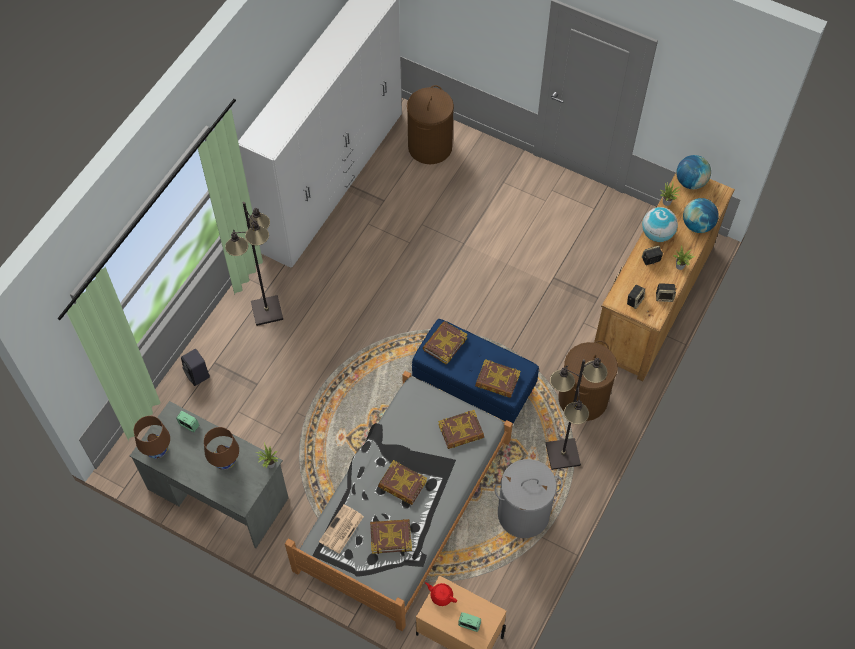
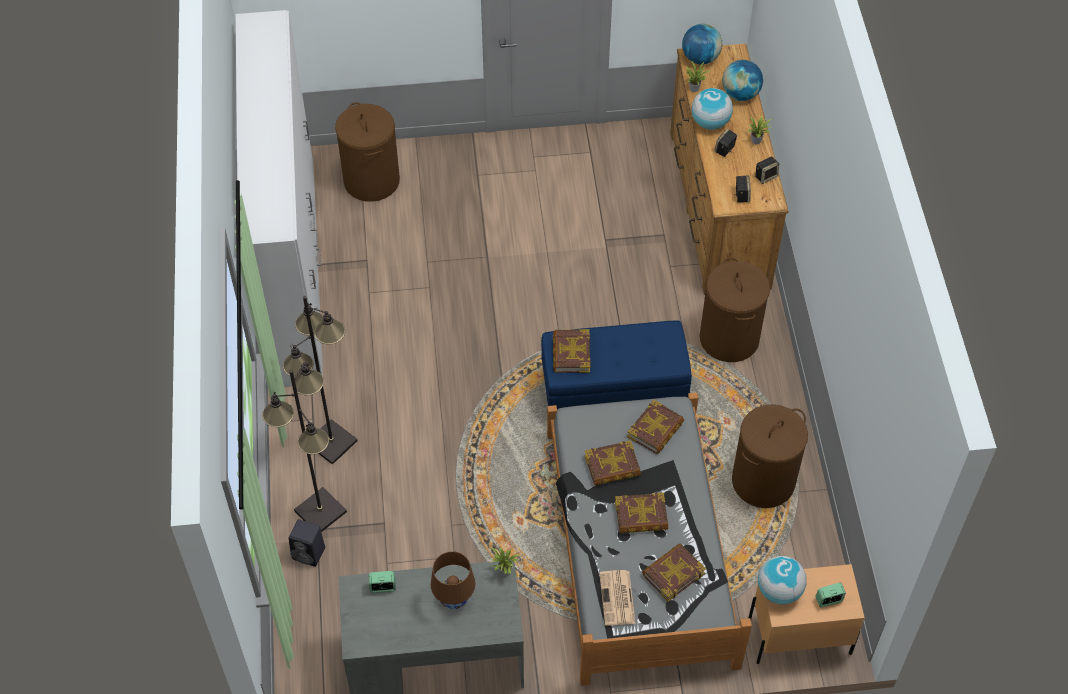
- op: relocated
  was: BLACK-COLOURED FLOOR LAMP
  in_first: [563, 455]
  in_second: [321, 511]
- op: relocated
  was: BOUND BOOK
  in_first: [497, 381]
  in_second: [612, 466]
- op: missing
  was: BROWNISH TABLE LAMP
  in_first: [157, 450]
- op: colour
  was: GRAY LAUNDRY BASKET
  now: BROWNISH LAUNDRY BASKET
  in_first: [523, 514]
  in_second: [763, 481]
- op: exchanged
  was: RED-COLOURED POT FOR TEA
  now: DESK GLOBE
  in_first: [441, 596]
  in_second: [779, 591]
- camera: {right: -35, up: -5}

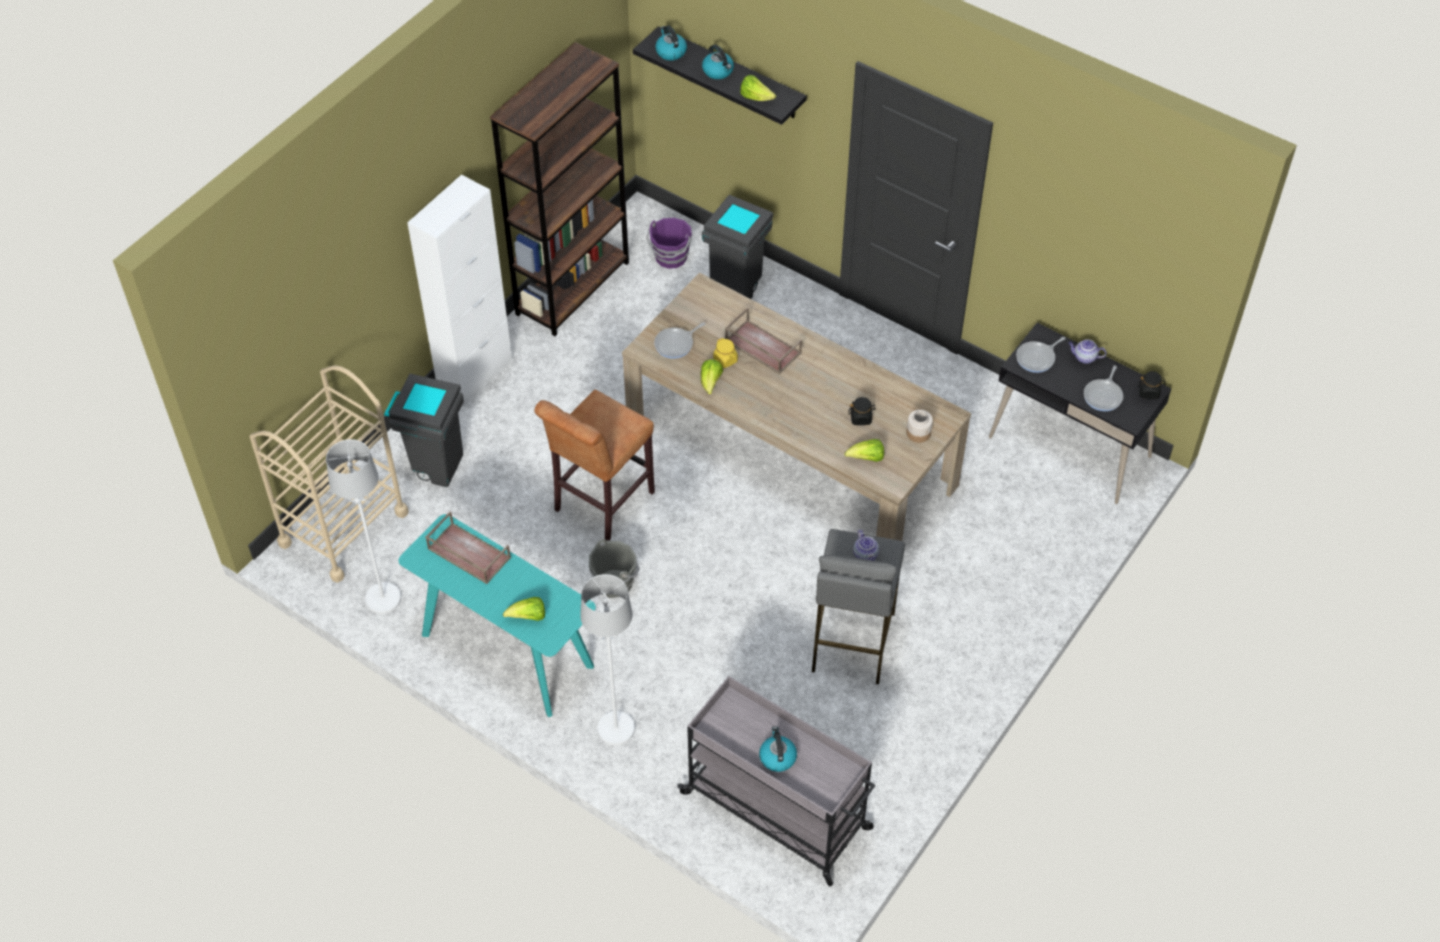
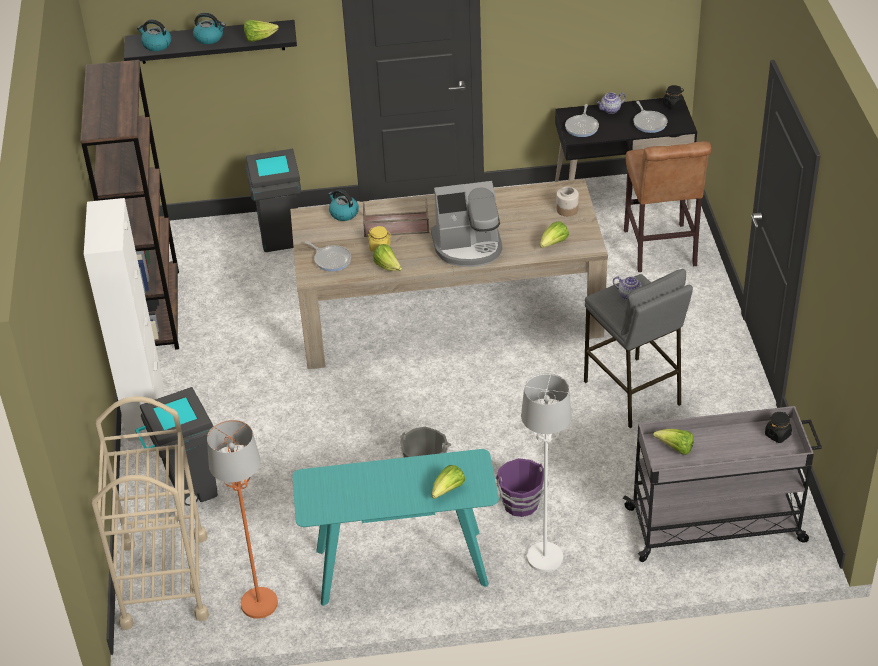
- op: relocated
  was: PURPLISH PAIL
  in_first: [671, 258]
  in_second: [521, 504]
- op: spun
  was: SKILLET
  in_first: [676, 344]
  in_second: [331, 259]
  clockwise: -60
- op: relocated
  was: BROWNISH SITTING STOOL
  in_first: [600, 504]
  in_second: [661, 251]
- op: relocated
  was: BLACK-COLOURED JAR
  in_first: [861, 418]
  in_second: [777, 435]
- op: colour
  was: WHITE FLOOR LAMP
  now: ORANGE FLOOR LAMP
  in_first: [383, 599]
  in_second: [259, 603]
- op: missing
  was: BROWNISH CARRYING TRAY
  in_first: [468, 553]
- op: relocated
  was: TEA KETTLE
  in_first: [777, 757]
  in_second: [343, 213]
- op: appeared
  now: COFFEE BREWER
  in_second: [468, 246]
- op: appeared
  now: HEAD OF LETTUCE
  in_second: [675, 448]
- camera: {right: -40, up: -10}

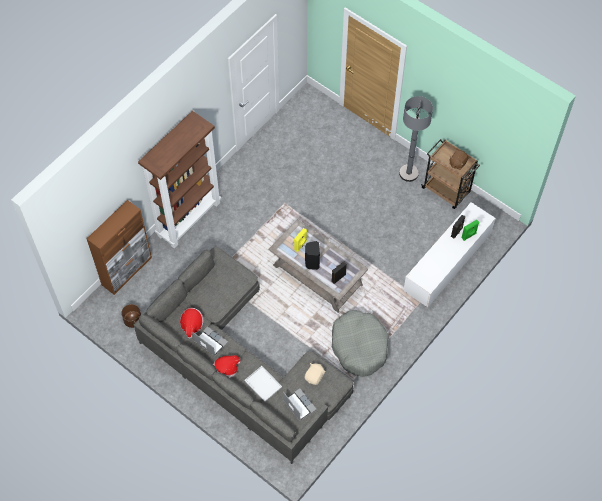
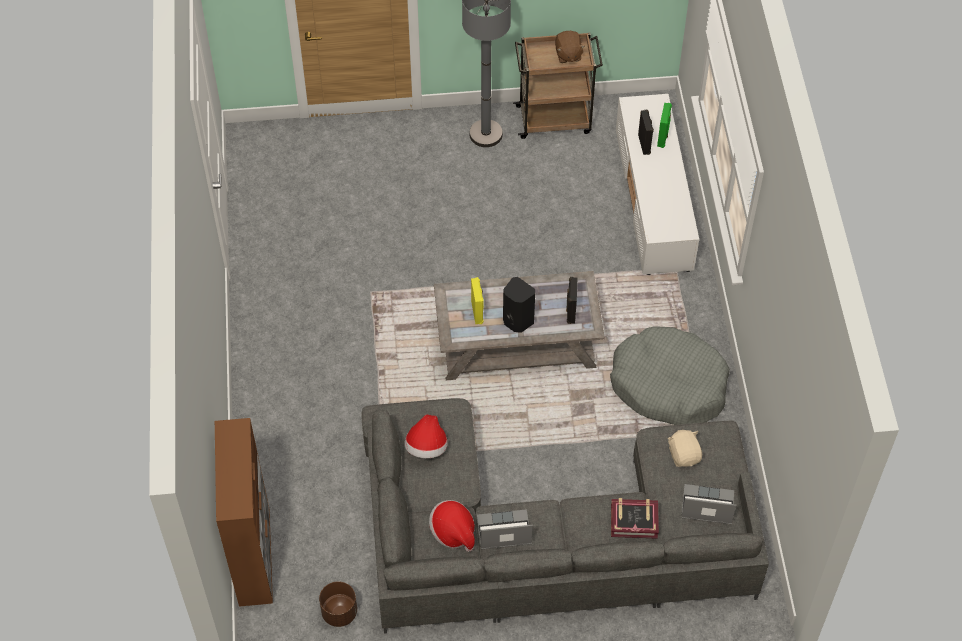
- op: missing
  was: BROWNISH SHELVING UNIT
  in_first: [189, 218]
- op: relocated
  was: WEARABLE HAT
  in_first: [226, 369]
  in_second: [426, 447]
- op: exchanged
  was: WHITE CARRYING TRAY
  now: BOUND BOOK
  in_first: [264, 384]
  in_second: [634, 521]
- camera: {right: -45, up: -5}

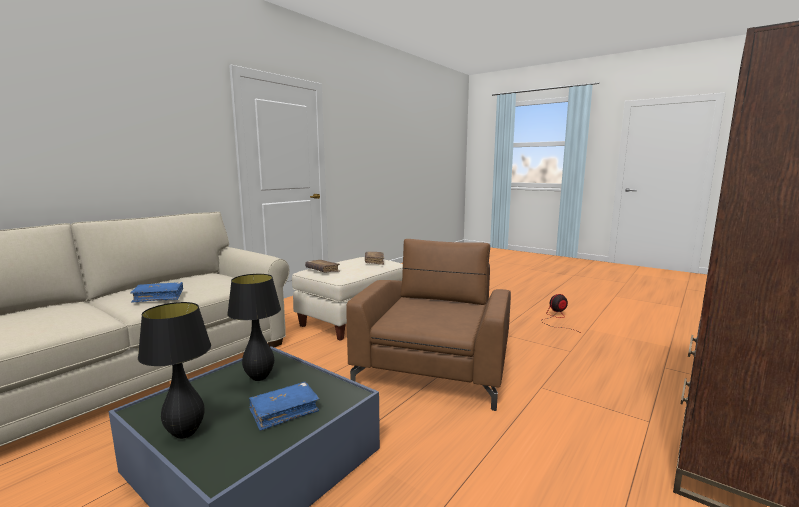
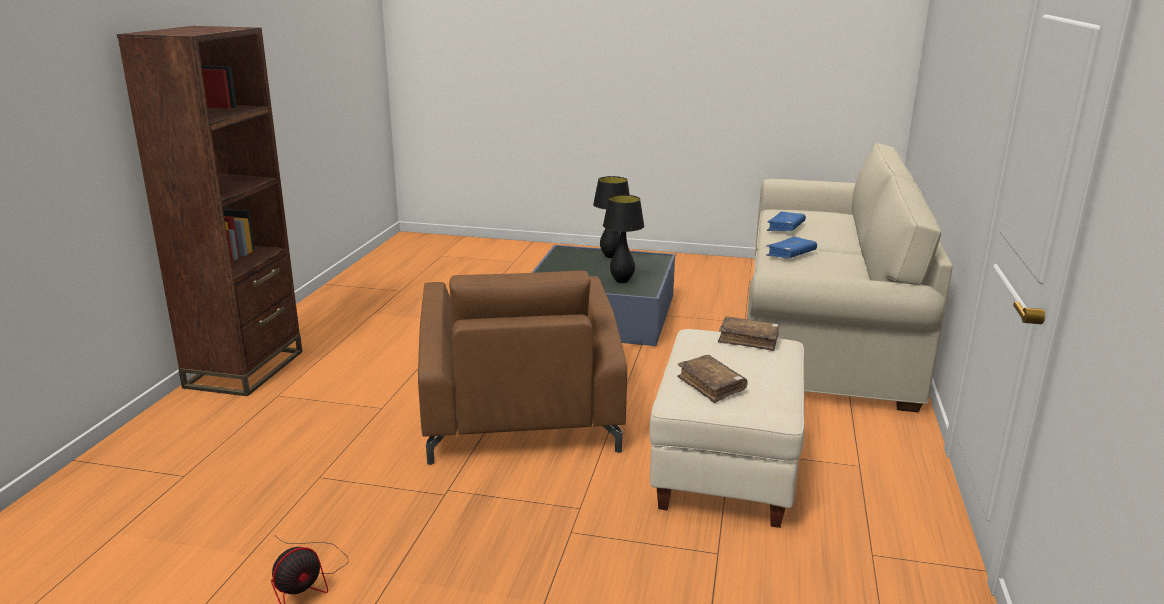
- op: relocated
  was: BLUE-COLOURED BOUND BOOK
  in_first: [284, 411]
  in_second: [785, 228]
- camera: {right: 155, up: 10}

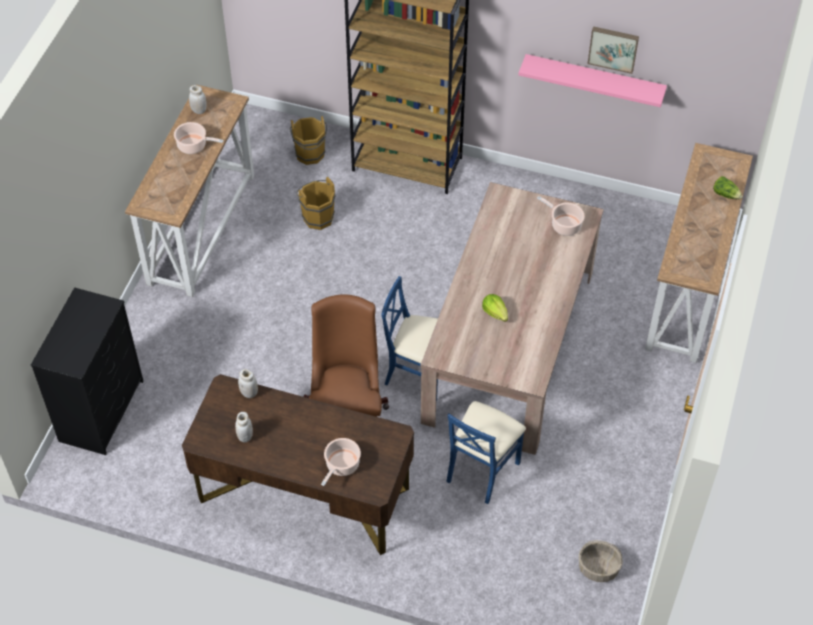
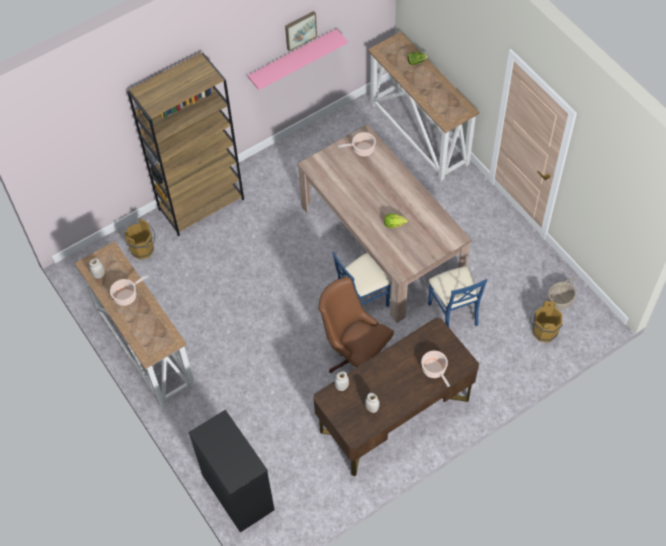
- op: relocated
  was: BROWNISH PAIL
  in_first: [317, 216]
  in_second: [542, 331]
- camera: {right: -50, up: 5}

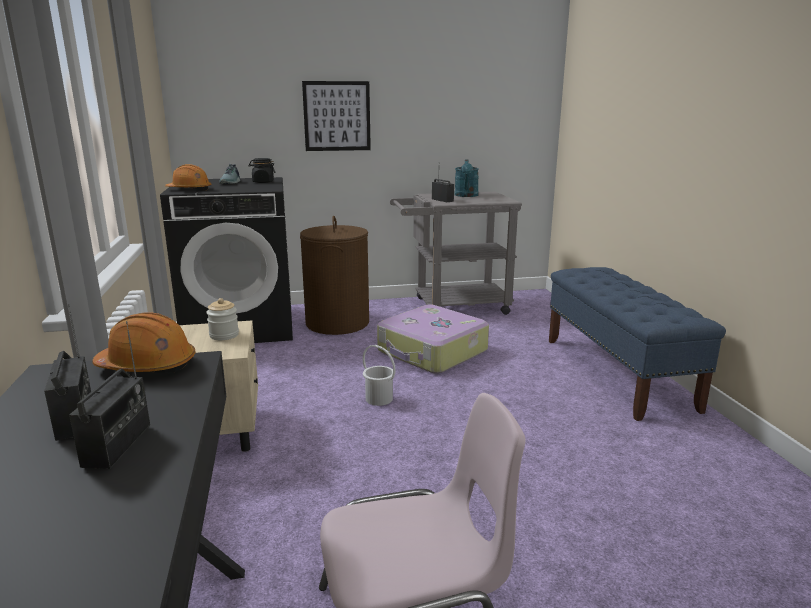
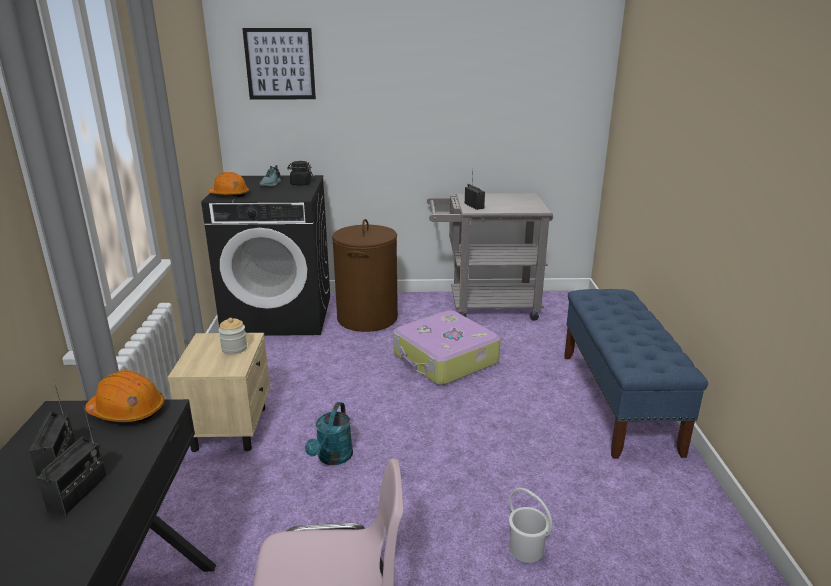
- op: relocated
  was: WALL ART
  in_first: [337, 116]
  in_second: [280, 64]
- op: relocated
  was: TURQUOISE SPRINKLING CAN
  in_first: [466, 196]
  in_second: [332, 458]
- op: relocated
  was: WHITE PAIL
  in_first: [379, 399]
  in_second: [526, 549]
- camera: {right: 10, up: 5}

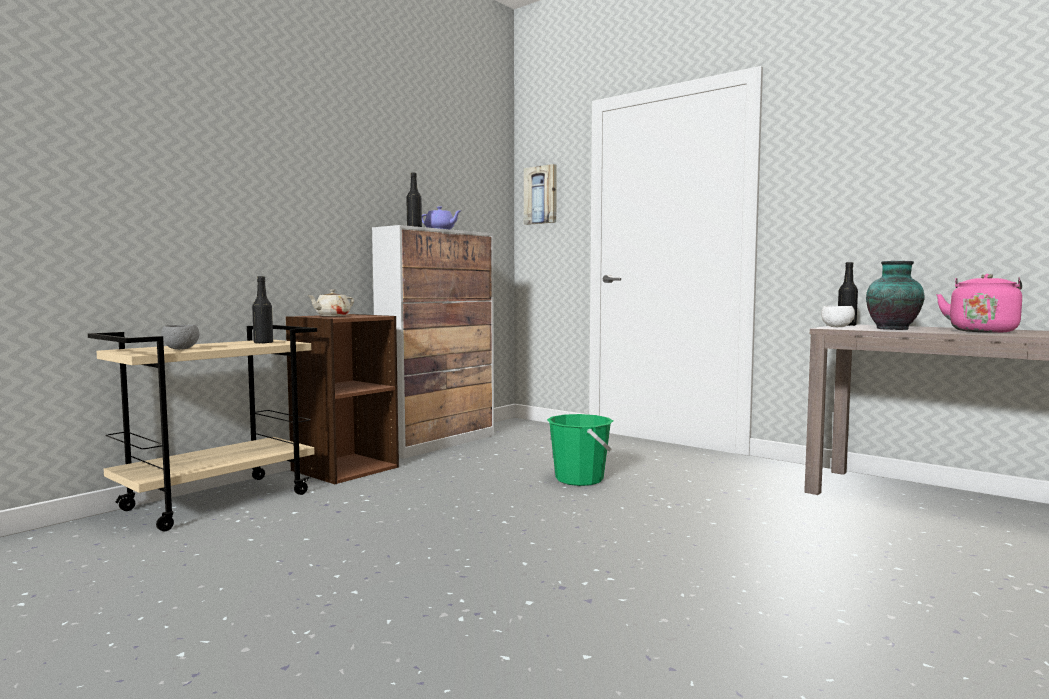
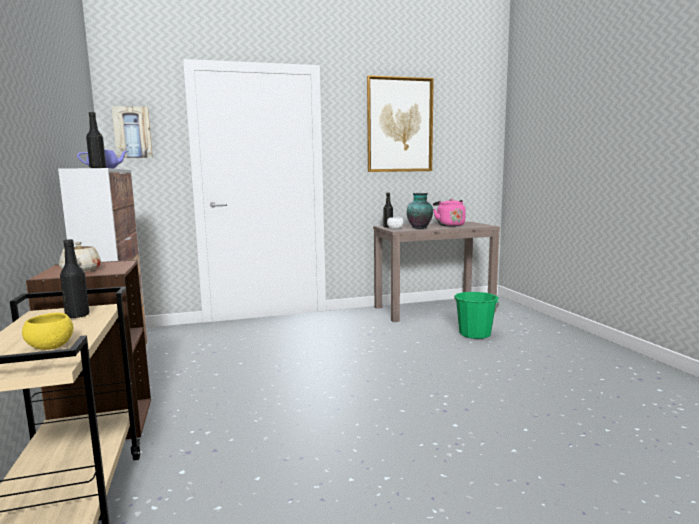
- op: colour
  was: GRAY SERVING BOWL
  now: YELLOWISH SERVING BOWL
  in_first: [180, 349]
  in_second: [50, 347]
- op: relocated
  was: GREENISH PAIL
  in_first: [579, 479]
  in_second: [475, 334]
- op: appeared
  now: WALL ART
  in_second: [399, 125]
- camera: {right: -55, up: 5}

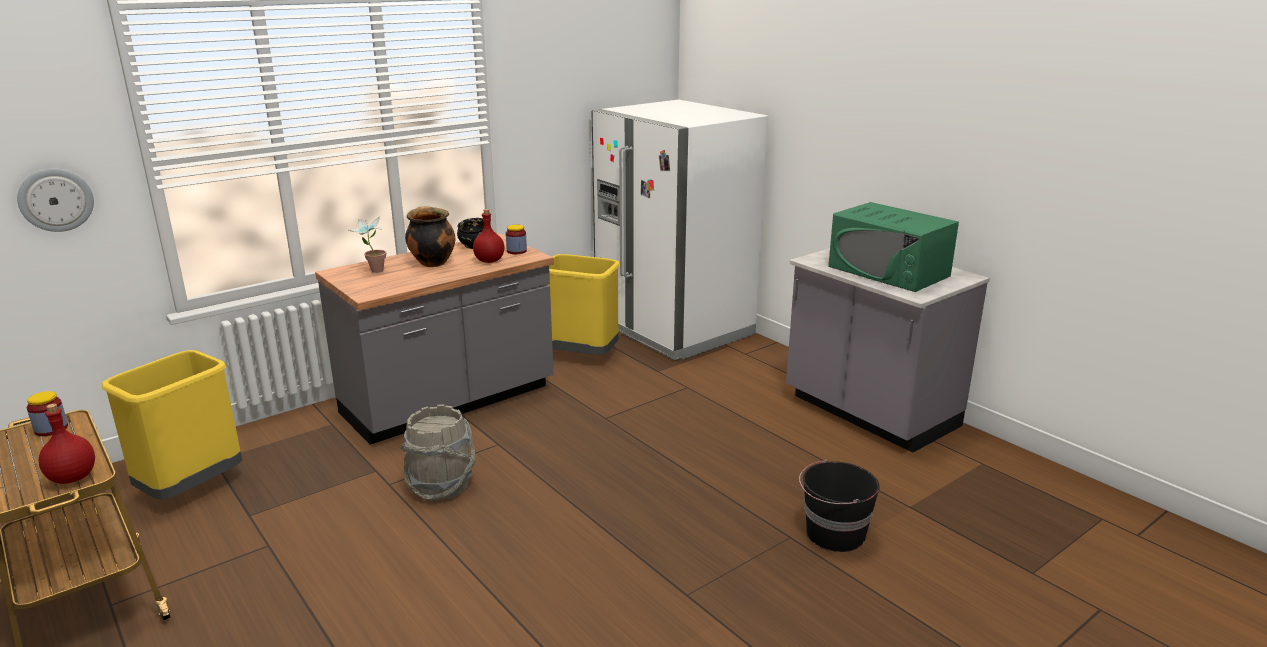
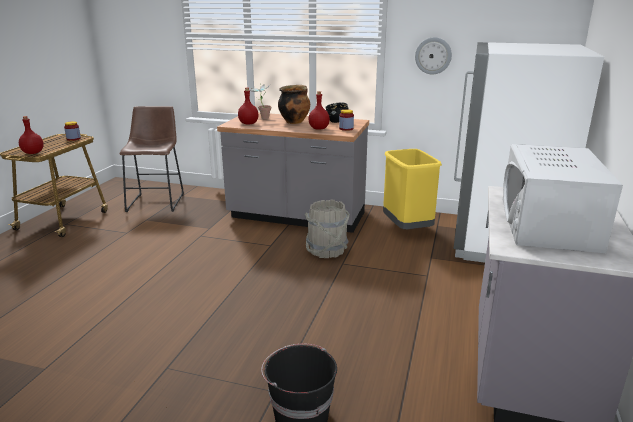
- op: relocated
  was: WALL CLOCK
  in_first: [56, 200]
  in_second: [433, 56]
- op: colour
  was: GREENISH KITCHEN MICROWAVE
  now: WHITE KITCHEN MICROWAVE
  in_first: [888, 271]
  in_second: [548, 223]
- op: exchanged
  was: YELLOWISH WASTE BIN
  now: BROWNISH SITTING STOOL
  in_first: [191, 488]
  in_second: [157, 201]
- op: relocated
  was: GRAY PAIL
  in_first: [441, 486]
  in_second: [327, 250]
- op: appeared
  now: RED-COLOURED DRINK BOTTLE
  in_second: [249, 123]
- camera: {right: 55, up: 0}

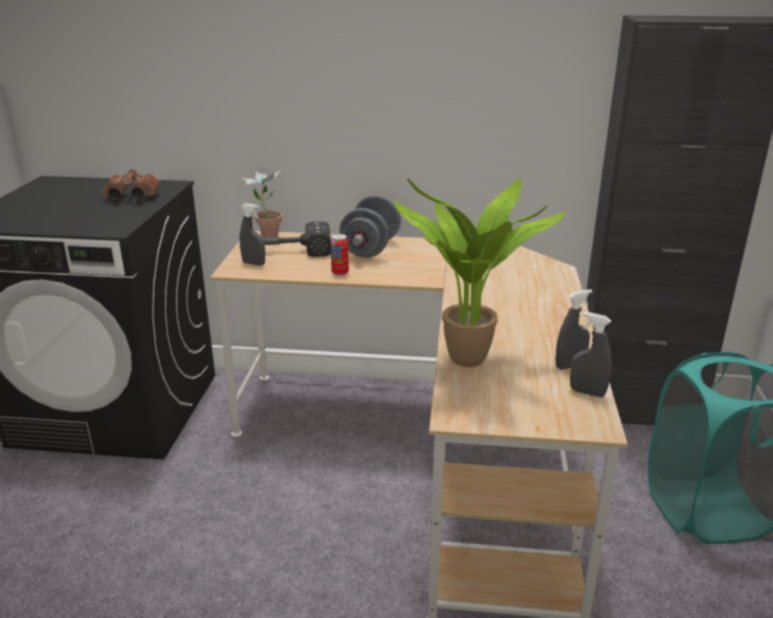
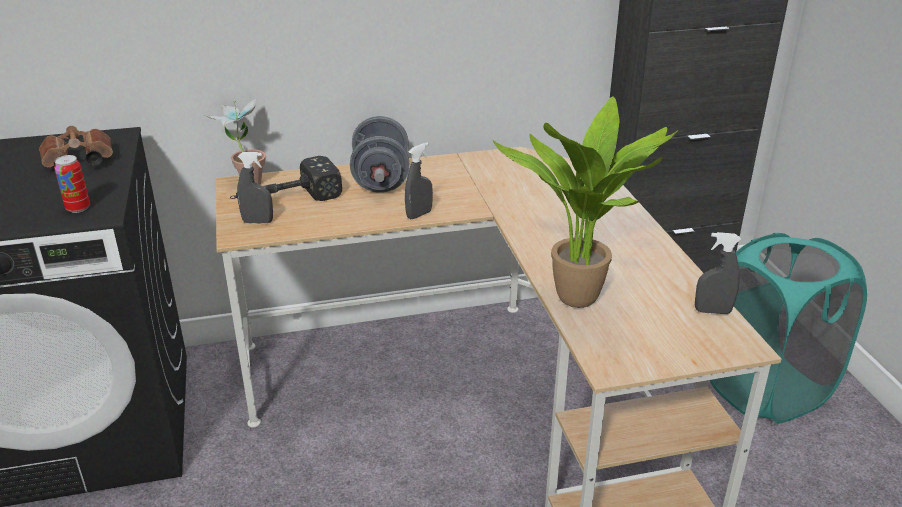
- op: relocated
  was: SEALED CAN
  in_first: [340, 273]
  in_second: [78, 208]
- op: relocated
  was: GRAY HAND SPRAYER
  in_first: [570, 366]
  in_second: [419, 214]
- camera: {right: -20, up: 5}

